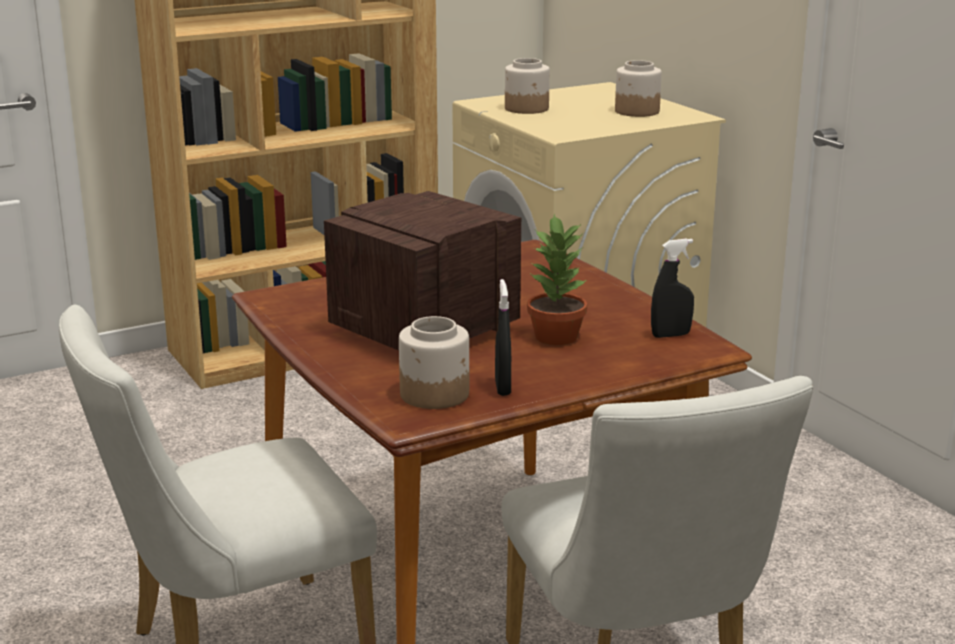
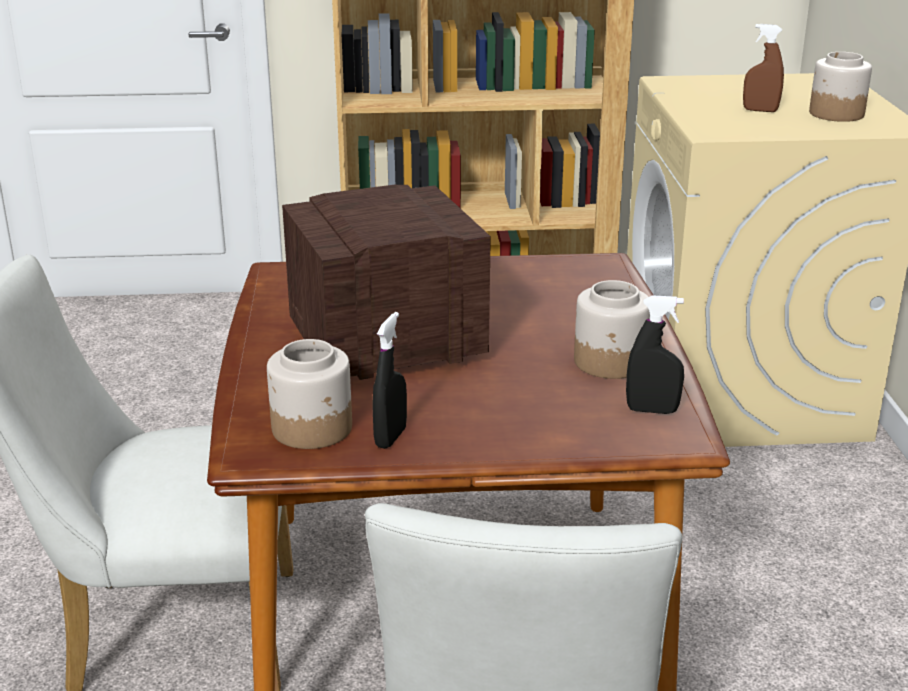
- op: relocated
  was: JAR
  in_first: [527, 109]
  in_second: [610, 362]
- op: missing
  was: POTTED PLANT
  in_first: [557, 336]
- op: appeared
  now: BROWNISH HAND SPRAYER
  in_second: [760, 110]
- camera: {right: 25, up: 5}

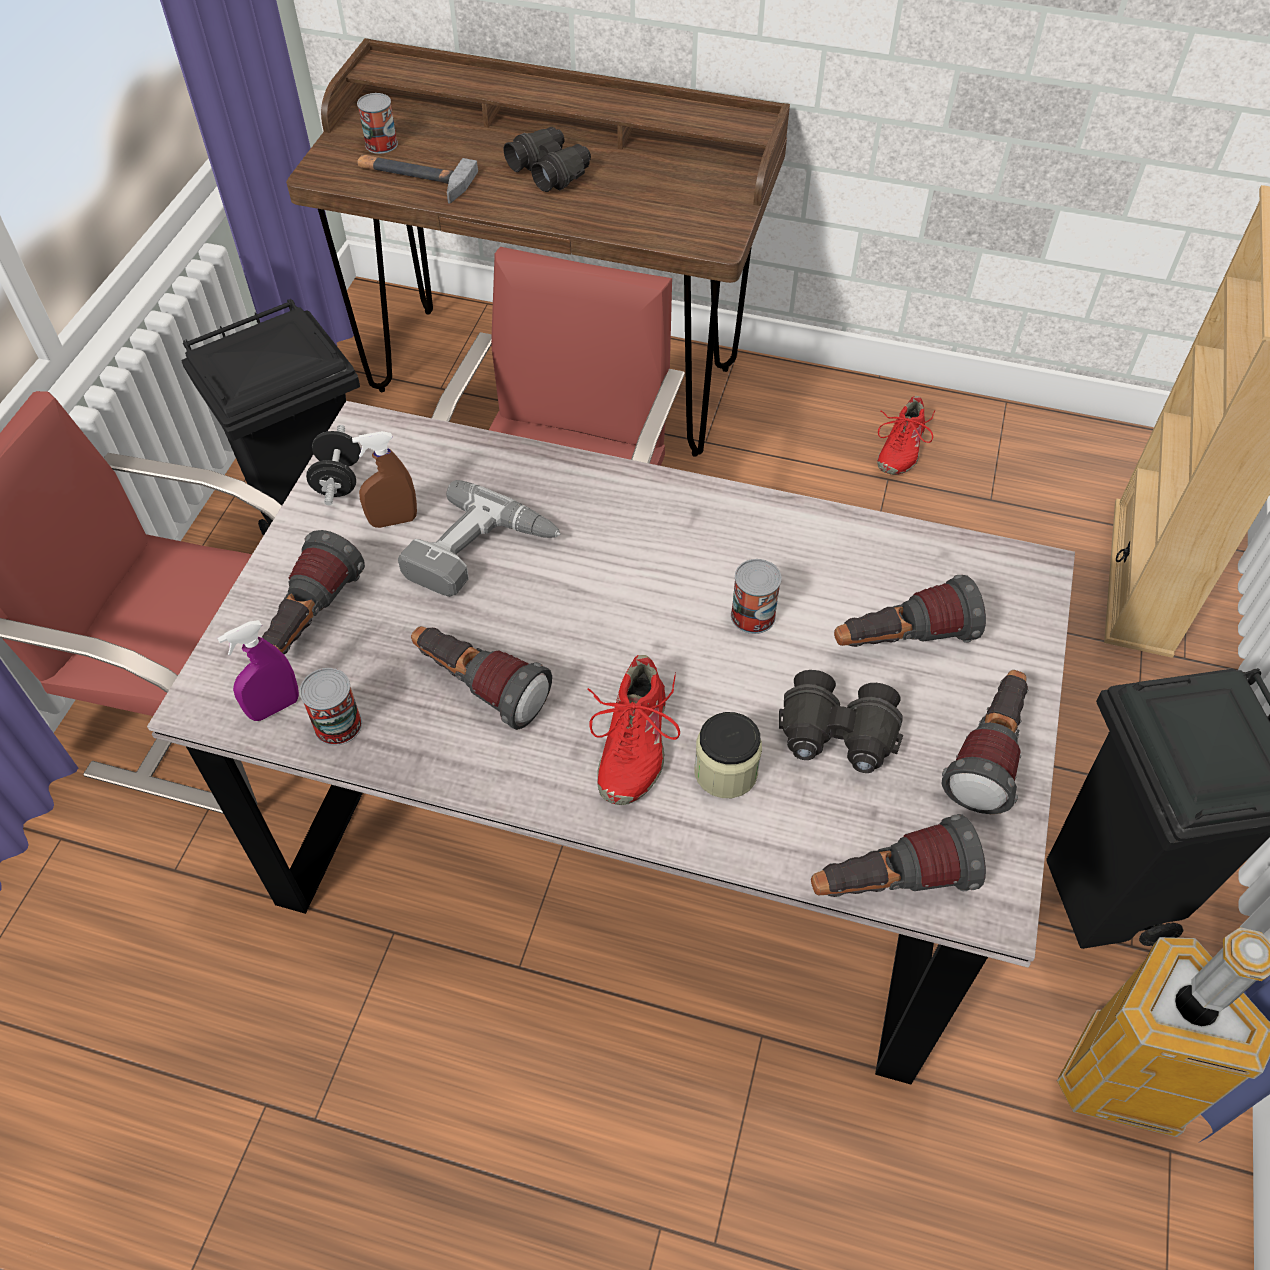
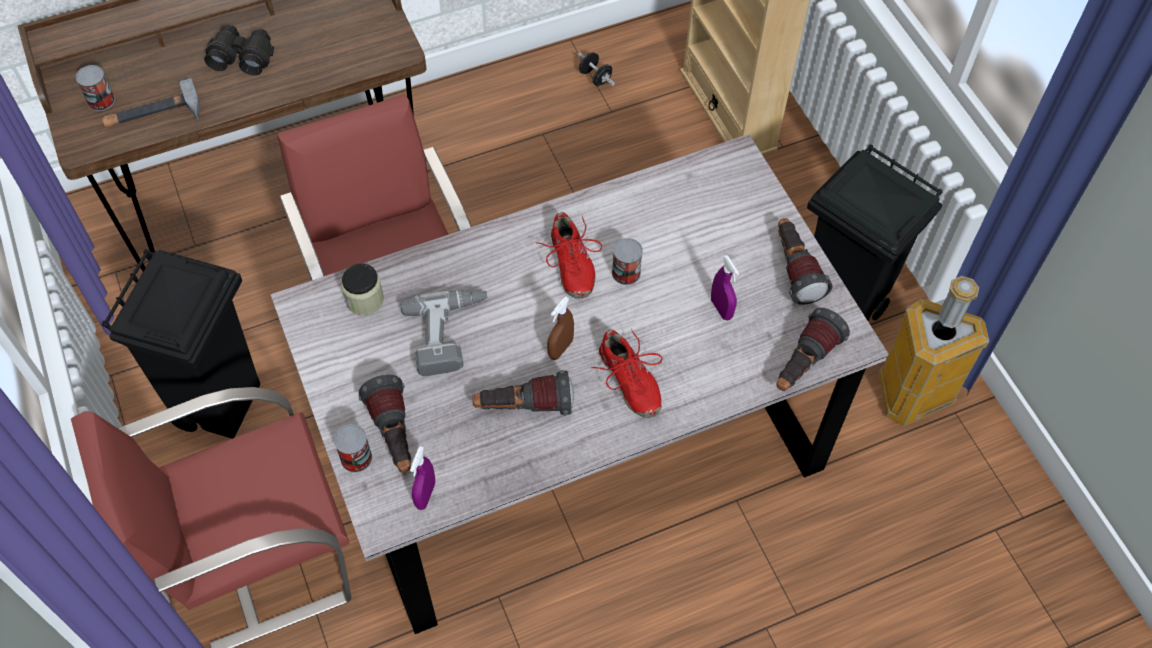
- op: relocated
  was: RED-COLOURED ITEM OF FOOTWEAR
  in_first: [900, 449]
  in_second: [570, 265]
- op: relocated
  was: BLACK-COLOURED FREE WEIGHT
  in_first: [338, 480]
  in_second: [595, 77]
- op: relocated
  was: BROWNISH HAND SPRAYER
  in_first: [393, 521]
  in_second: [560, 348]
- op: missing
  was: TORCH
  in_first: [901, 641]
- op: relocated
  was: SEALED CAN
  in_first: [338, 725]
  in_second: [356, 458]
- op: exchanged
  was: BLACK-COLOURED PAIR OF BINOCULARS
  now: PURPLISH HAND SPRAYER
  in_first: [837, 736]
  in_second: [721, 309]
- op: relocated
  was: JAR
  in_first: [725, 771]
  in_second: [364, 300]
- camera: {right: -40, up: 5}

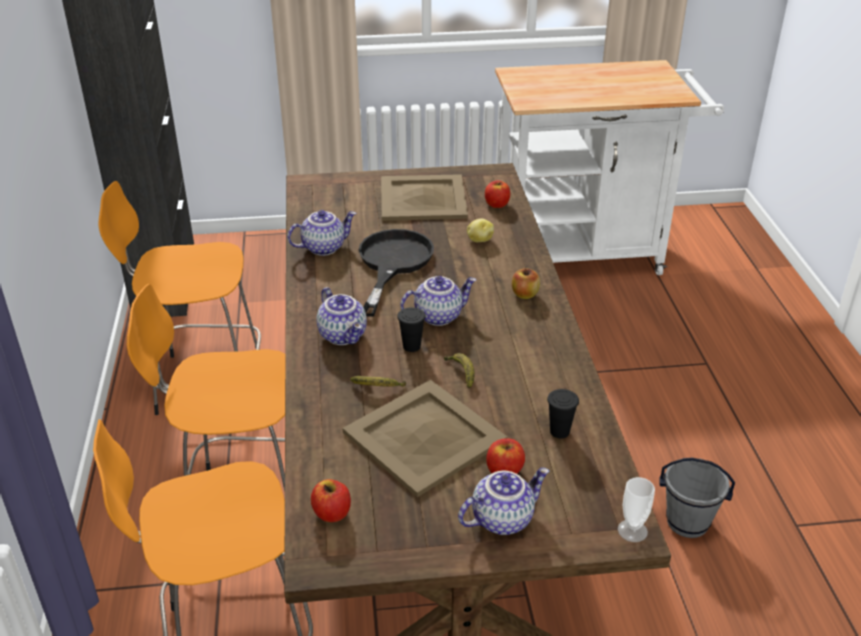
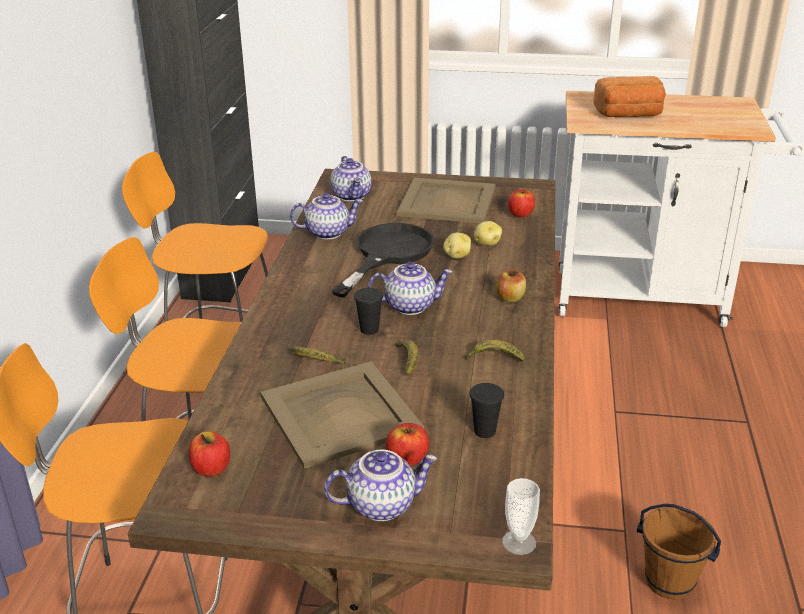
- op: relocated
  was: POT FOR TEA
  in_first: [344, 335]
  in_second: [352, 196]
- op: colour
  was: GRAY PAIL
  now: BROWNISH PAIL
  in_first: [687, 523]
  in_second: [669, 582]
- op: appeared
  now: BAKERY BREAD
  in_second: [629, 114]
- op: appeared
  now: WHOLE POTATO
  in_second: [456, 256]
- op: appeared
  now: BANANA
  in_second: [494, 358]
- camera: {right: 15, up: -5}

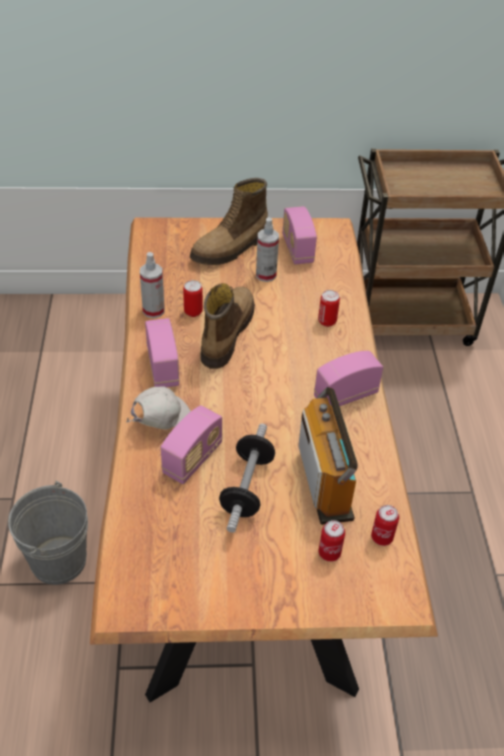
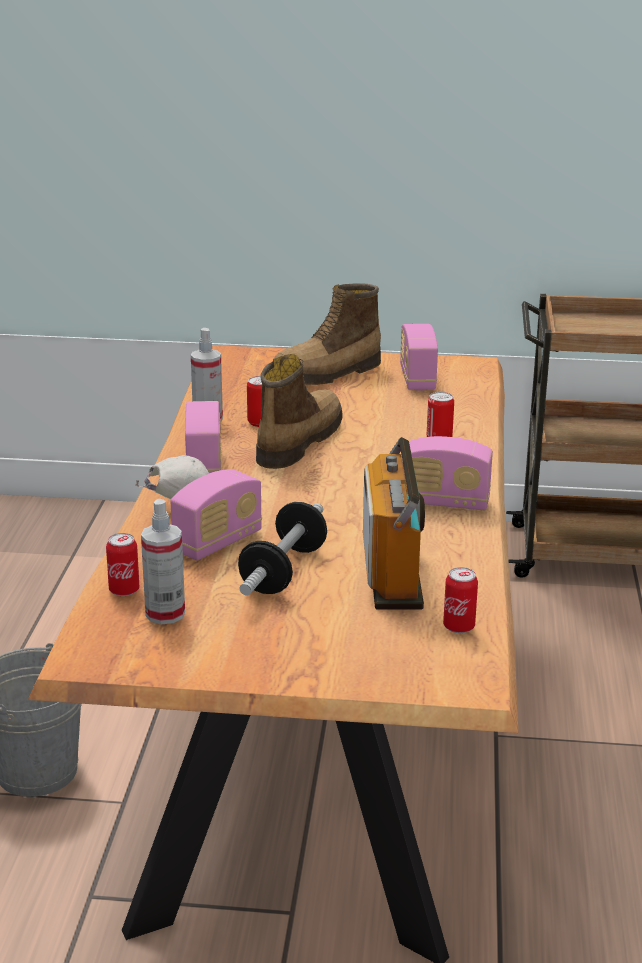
- op: relocated
  was: HAND SPRAYER
  in_first: [266, 275]
  in_second: [165, 614]
- op: spun
  was: RADIO RECEIVER
  in_first: [345, 395]
  in_second: [445, 502]
  clockwise: -150
- op: relocated
  was: SEALED CAN
  in_first: [329, 553]
  in_second: [124, 590]
- camera: {right: 10, up: -20}

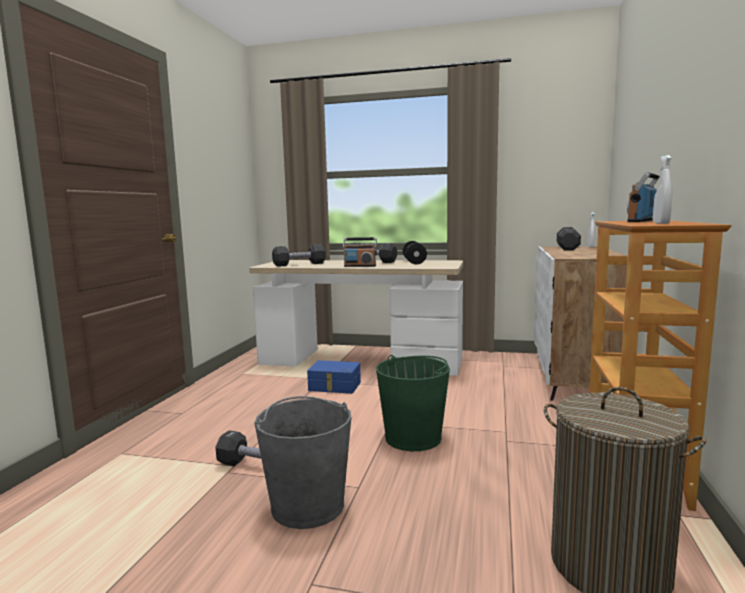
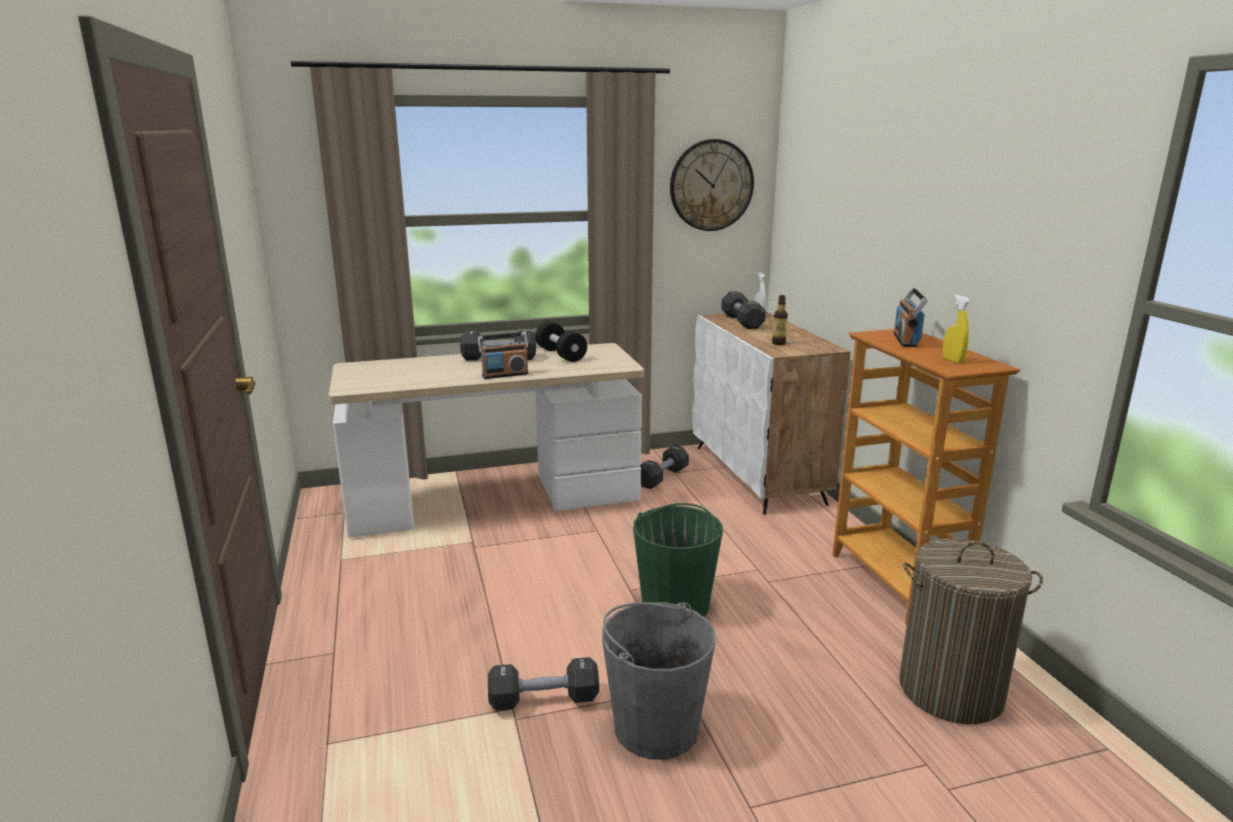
- op: colour
  was: WHITE HAND SPRAYER
  now: YELLOWISH HAND SPRAYER
  in_first: [660, 223]
  in_second: [952, 360]
- op: relocated
  was: BLACK-COLOURED FREE WEIGHT
  in_first: [299, 264]
  in_second: [662, 477]
- op: missing
  was: BLUE-COLOURED STORAGE CONTAINER
  in_first: [334, 387]
- op: appeared
  now: WALL CLOCK
  in_second: [711, 185]
- op: appeared
  now: DRINK BOTTLE
  in_second: [778, 343]
- camera: {right: -30, up: 10}

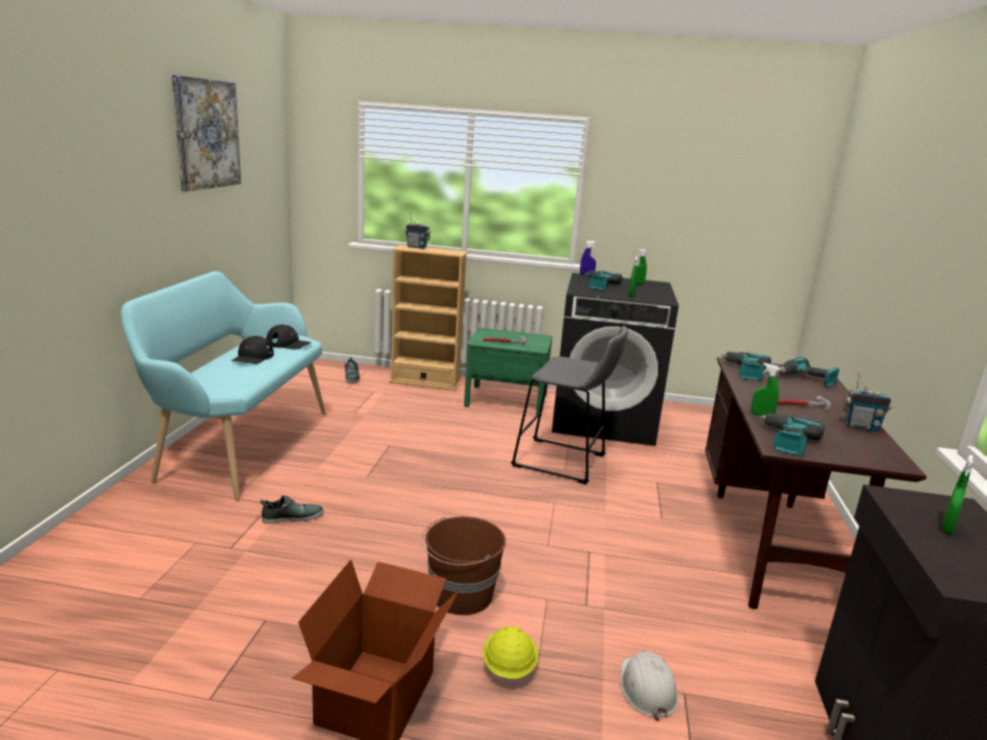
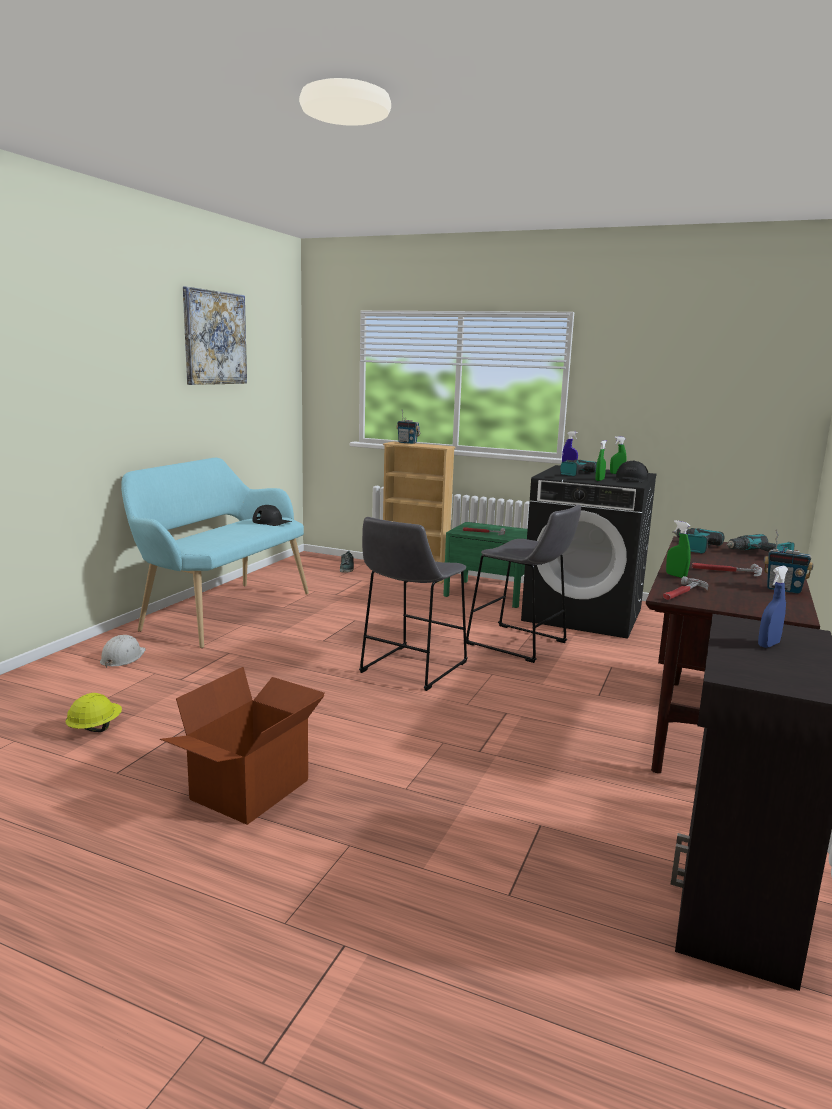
- op: relocated
  was: BLACK-COLOURED PEAKED CAP
  in_first: [253, 357]
  in_second: [631, 479]
- op: exchanged
  was: DRILL
  now: TOOL HAMMER
  in_first: [786, 441]
  in_second: [683, 593]
- op: colour
  was: GREENISH HAND SPRAYER
  now: BLUE-COLOURED HAND SPRAYER
  in_first: [947, 528]
  in_second: [768, 645]
- op: missing
  was: ITEM OF FOOTWEAR
  in_first: [292, 517]
- op: missing
  was: BROWNISH PAIL
  in_first: [461, 595]
- op: relocated
  was: YELLOWISH WORK HELMET
  in_first: [508, 667]
  in_second: [95, 728]
- op: relocated
  was: WHITE WORK HELMET
  in_first: [647, 688]
  in_second: [122, 658]
- op: appeared
  now: GRAY SITTING STOOL
  in_second: [410, 669]
- camera: {right: 15, up: -5}

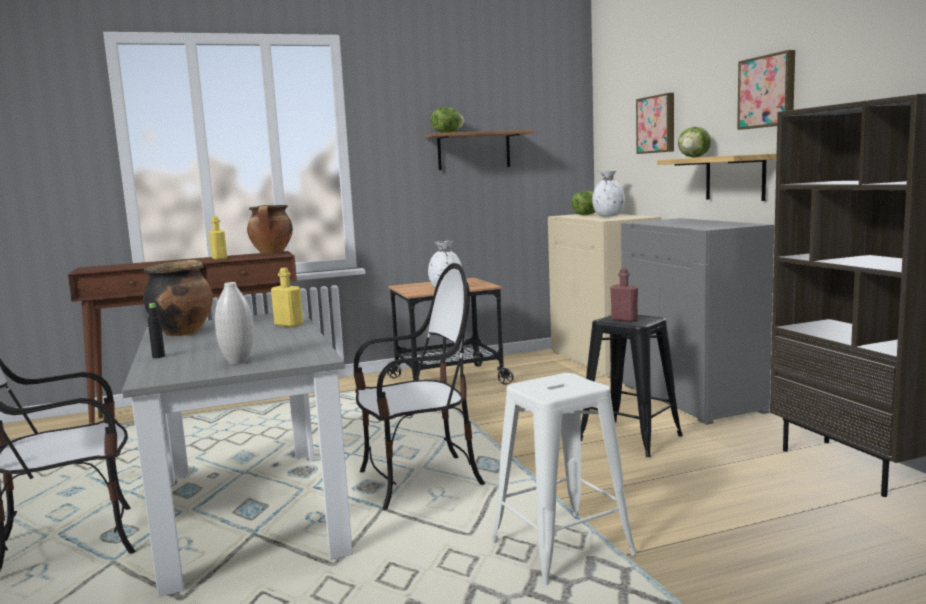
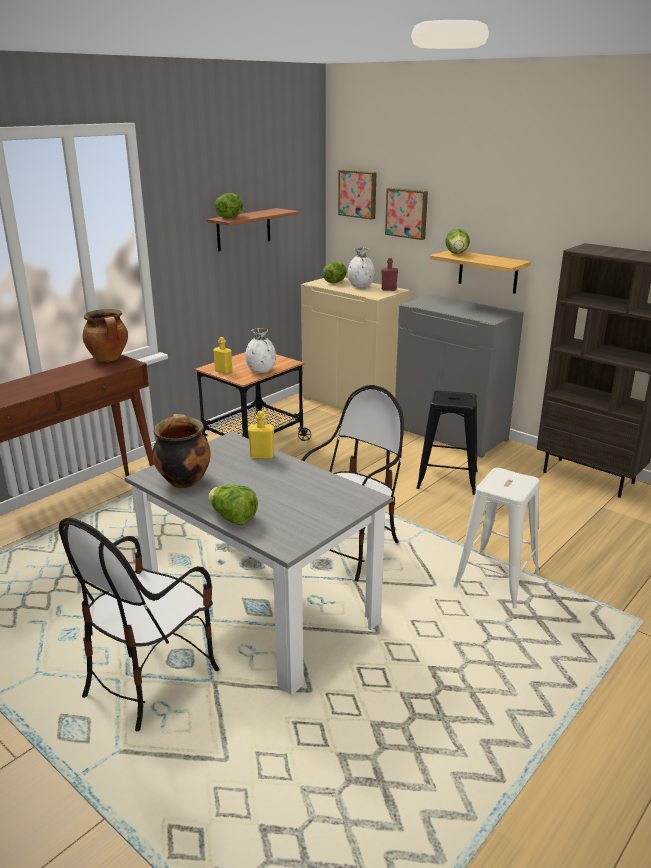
- op: relocated
  was: WALL ART
  in_first: [768, 91]
  in_second: [358, 194]
- op: relocated
  was: YELLOWISH DRINK BOTTLE
  in_first: [219, 258]
  in_second: [223, 371]
- op: relocated
  was: RED-COLOURED DRINK BOTTLE
  in_first: [624, 319]
  in_second: [389, 289]
- op: missing
  was: WHITE VASE
  in_first: [238, 362]
- op: exchanged
  was: BLACK-COLOURED DRINK BOTTLE
  now: HEAD OF LETTUCE
  in_first: [158, 356]
  in_second: [233, 518]
- camera: {right: -30, up: 15}

